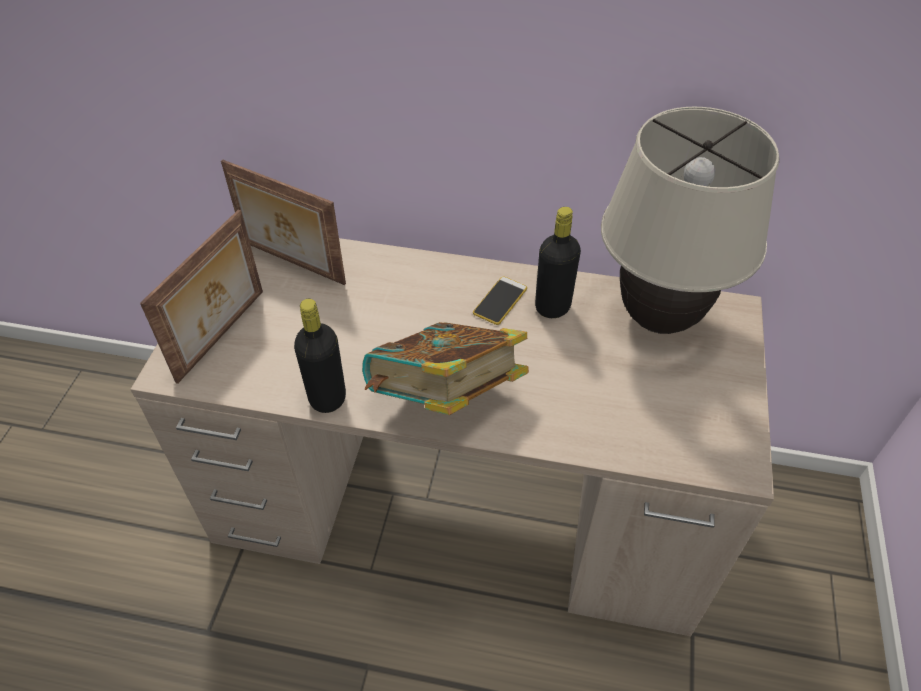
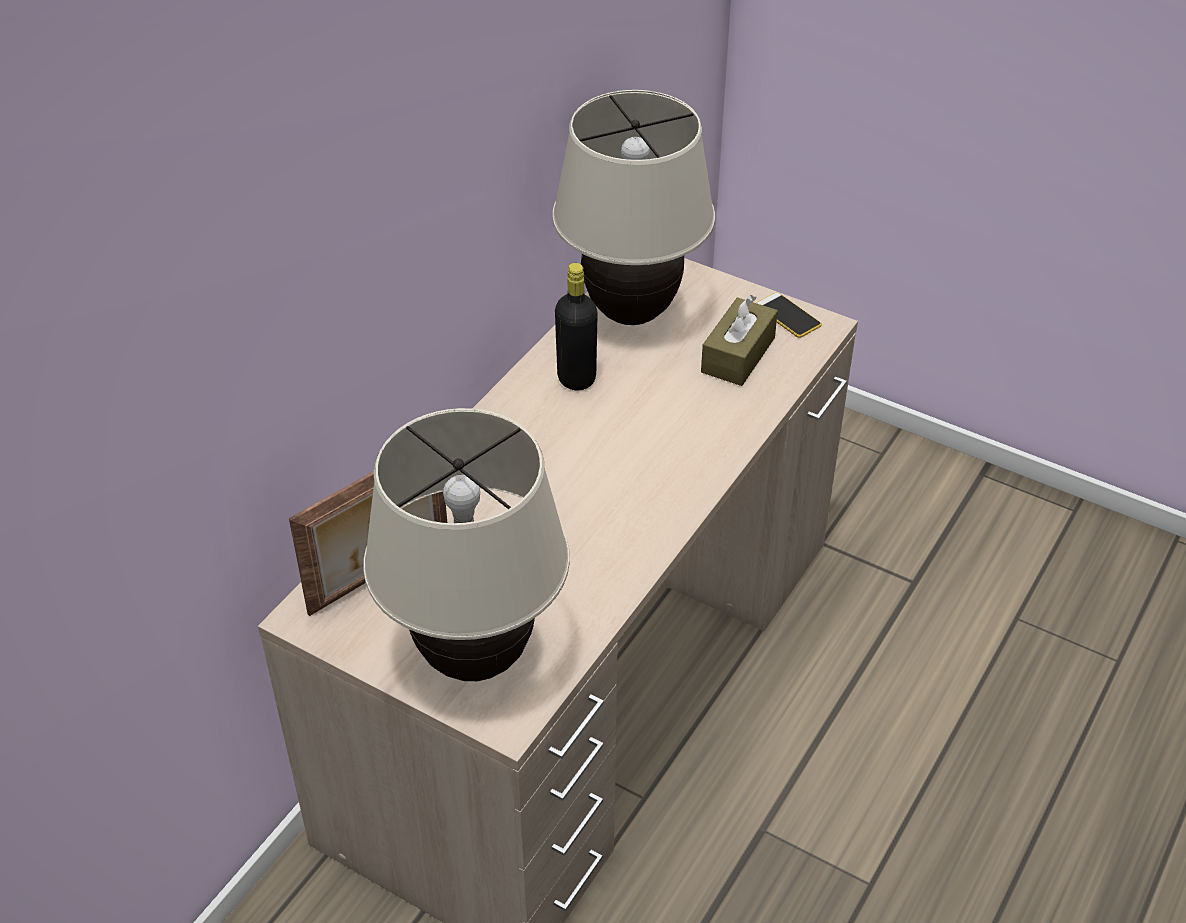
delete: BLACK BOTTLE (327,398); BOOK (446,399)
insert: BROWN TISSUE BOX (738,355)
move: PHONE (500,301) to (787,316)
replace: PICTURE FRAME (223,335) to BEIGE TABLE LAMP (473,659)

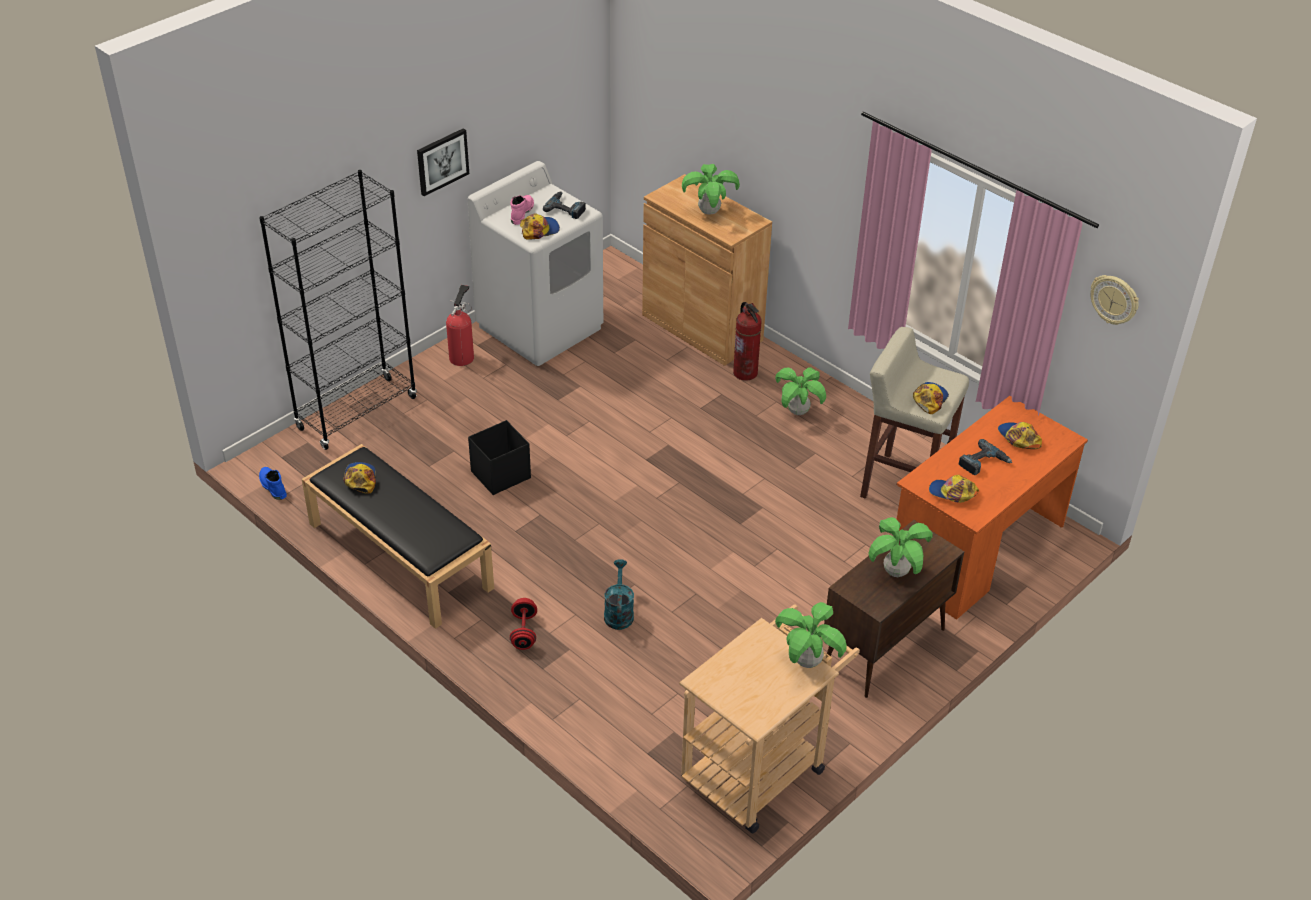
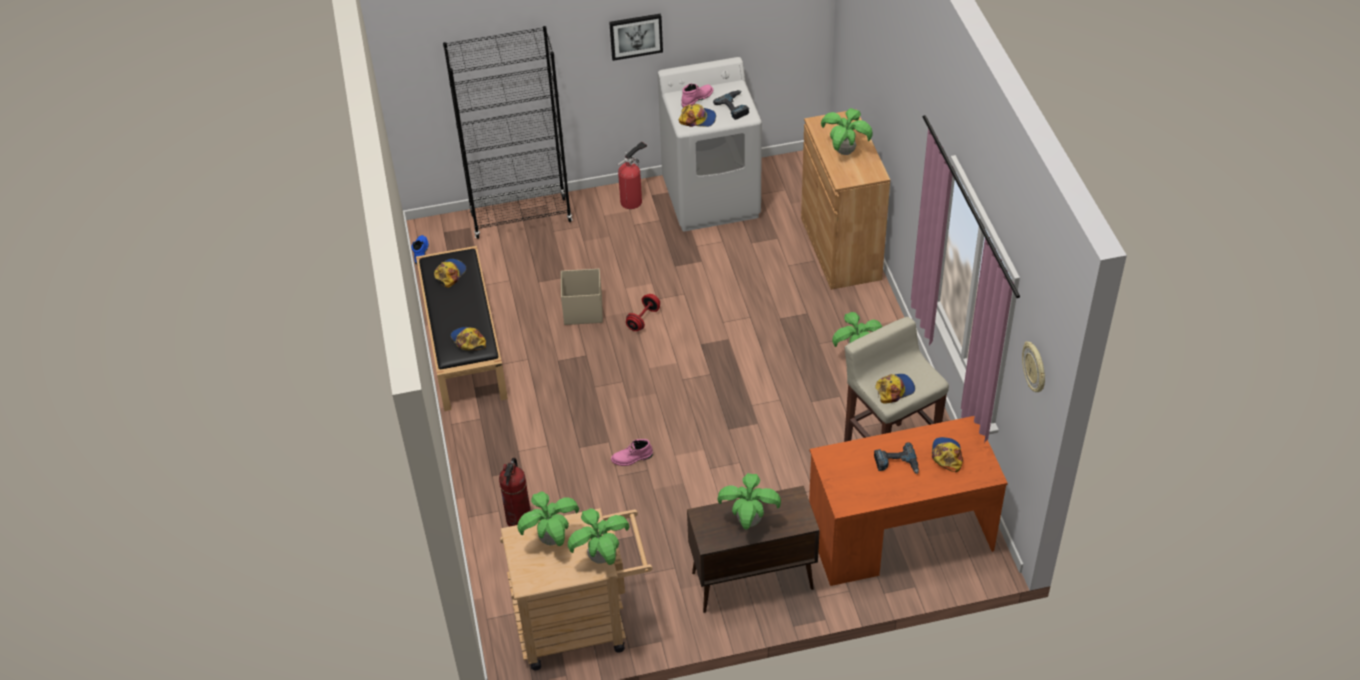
delete: TURQUOISE WATERING CAN (618,612)
insert: PINK BOOT (632,458); POTTED PLANT (551,539)
move: FIRE EXTINGUISHER (745,373) to (519,519); CAP (952,493) to (468,341); RED DUMBBELL (524,632) to (643,319)
recolor: BLACK STORAGE BOX (500,475) to BEIGE STORAGE BOX (582,311)

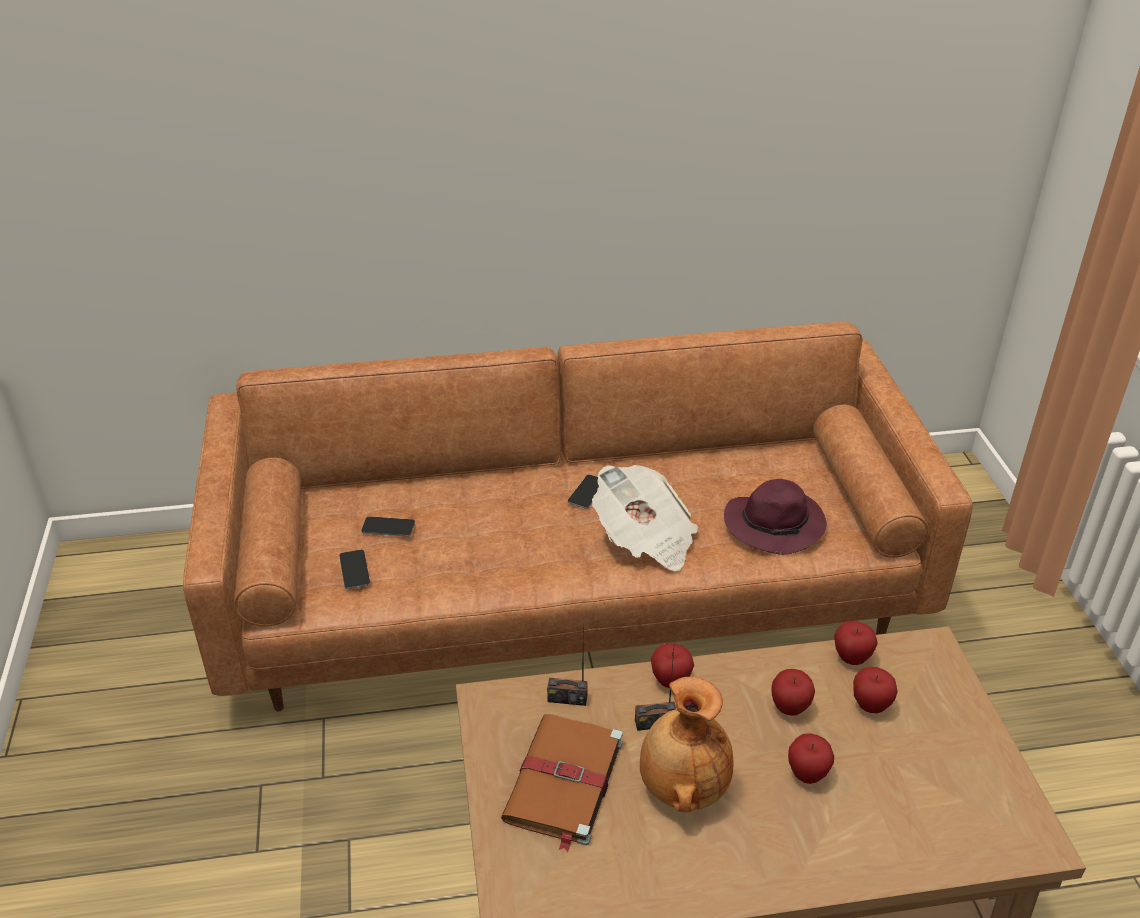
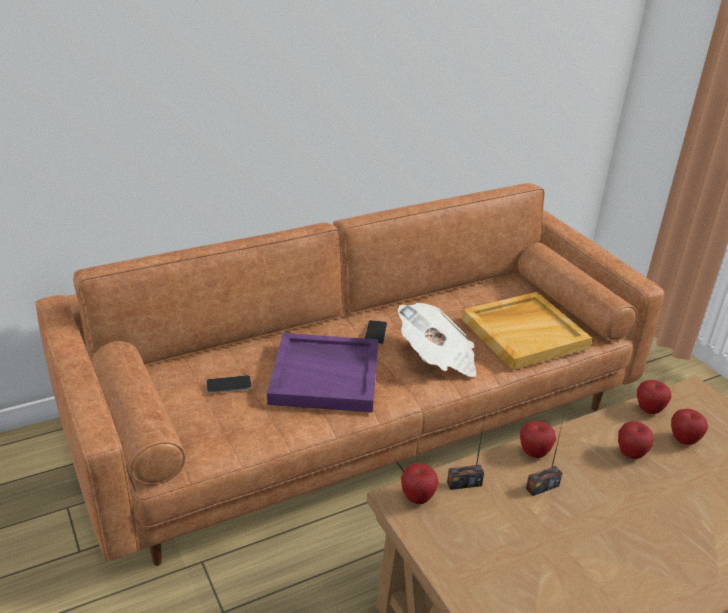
delete: PHONE (354,569); BROWN VASE (682,786); BROWN BOOK (563,783)
insert: PURPLE TRAY (326,375)
move: APPLE (807,774) to (417,498)
replace: PURPLE HAT (775,524) to BEIGE TRAY (524,333)

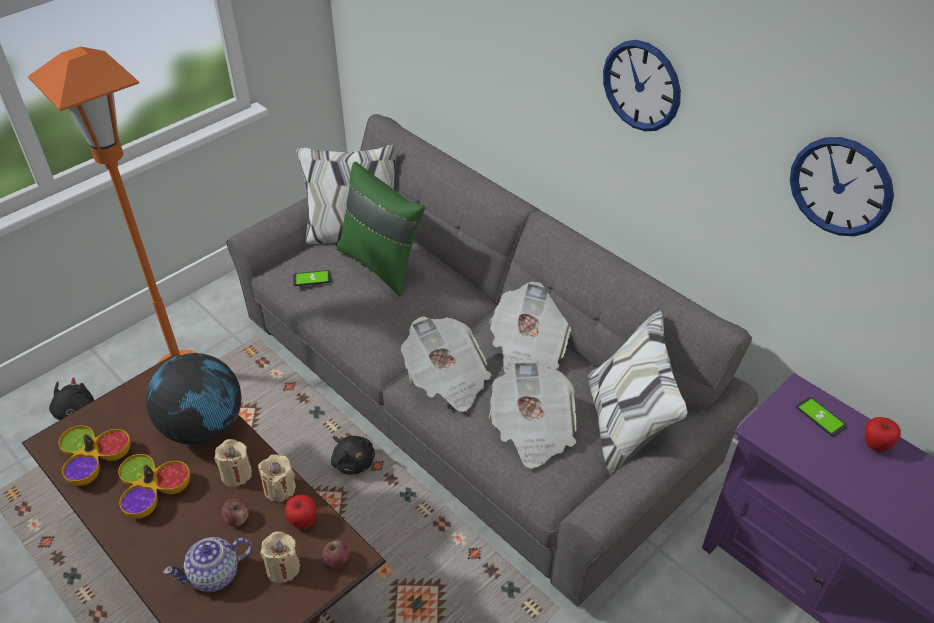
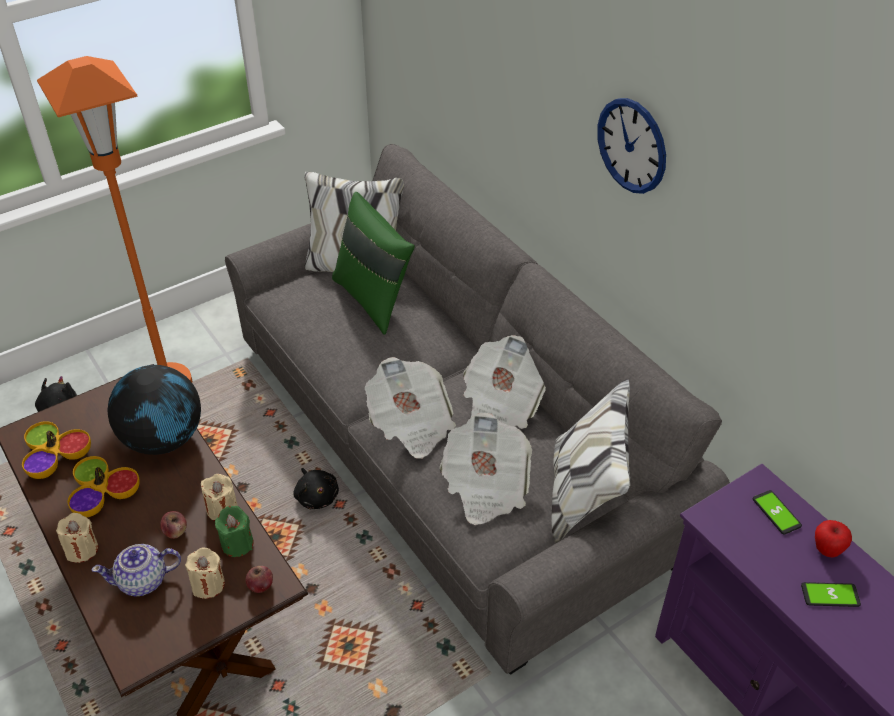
delete: WALL CLOCK (840,186)
move: PHONE (312,279) to (830,595); BEIGE CANDLE (236,474) to (82,549)
replace: APPLE (303,522) to GREEN CANDLE (237,544)

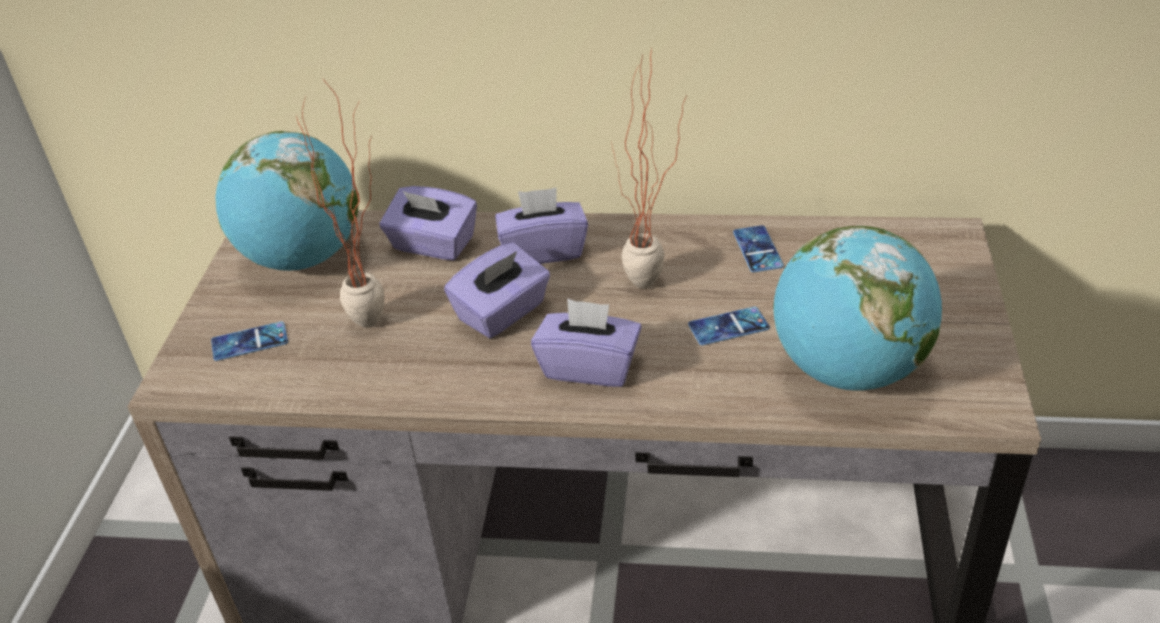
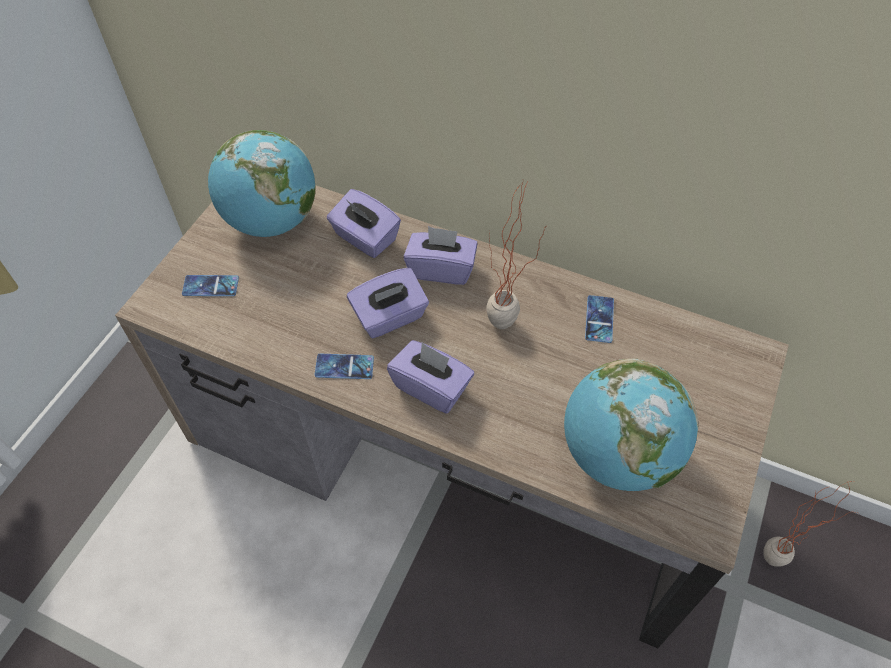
move: POTTED PLANT (381,317) to (779,557); PHONE (728,327) to (344,367)

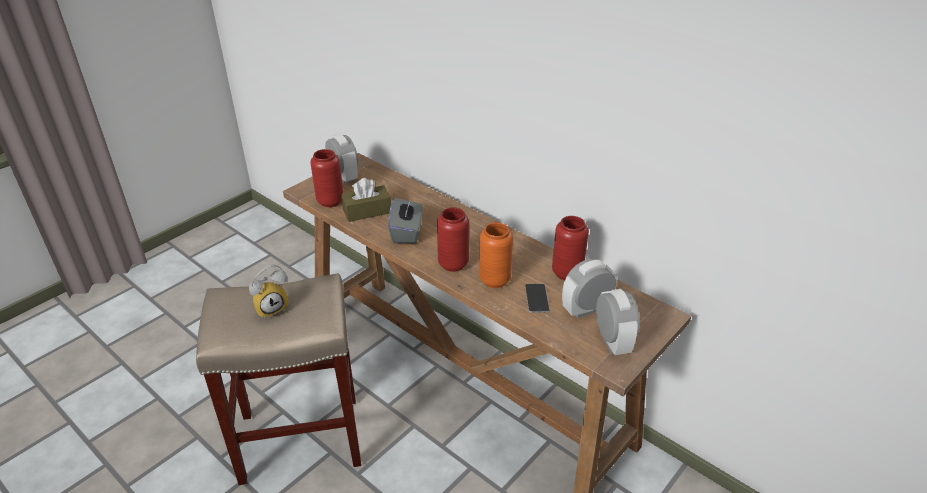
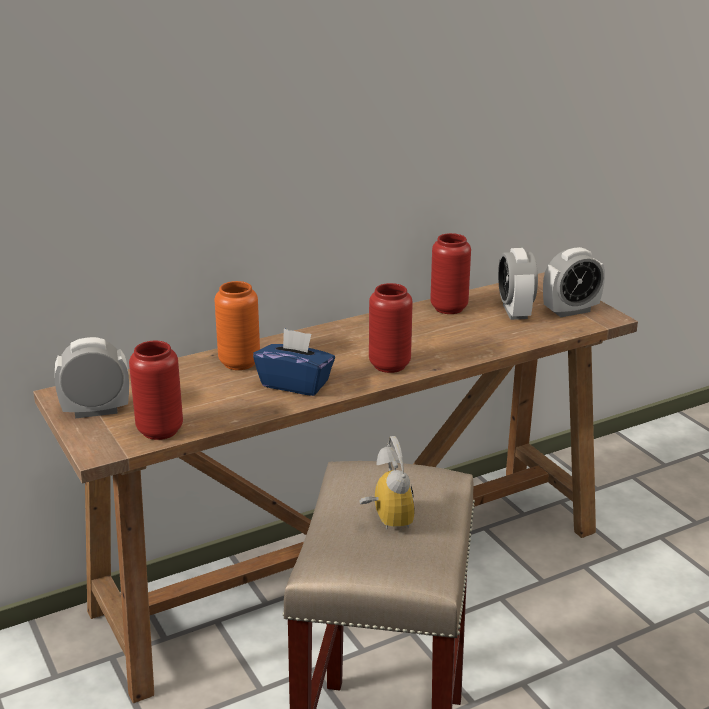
delete: BROWN TISSUE BOX (367,211); PHONE (537,298)
move: ORANGE VASE (494,280) to (239,363)
recolor: GREY TISSUE BOX (406,232) to BLUE TISSUE BOX (295,384)
rotate: ALARM CLOCK (612,341) = (570,311) 150 degrees clockwise

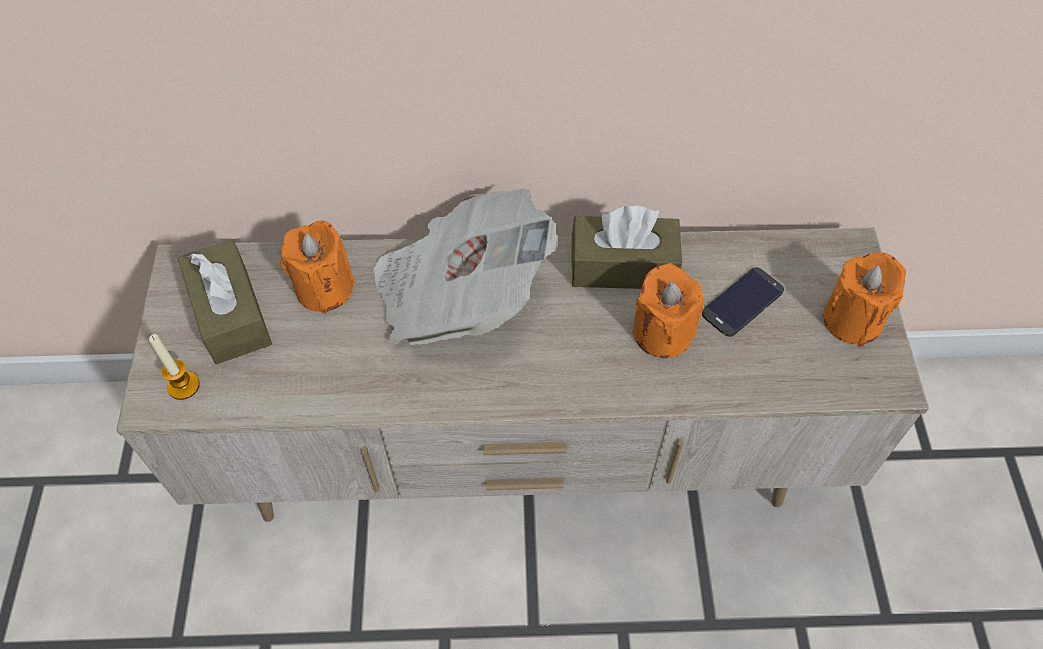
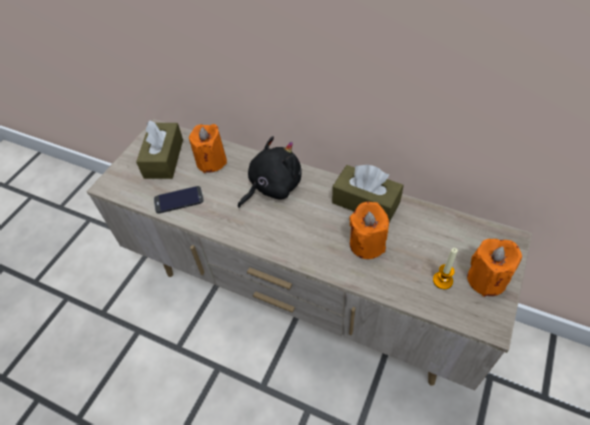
move: PHONE (742,302) to (178,200); CANDLE (183,386) to (442,280)
replace: NEWSPAPER (459,294) to BLACK PLUSH TOY (272,186)

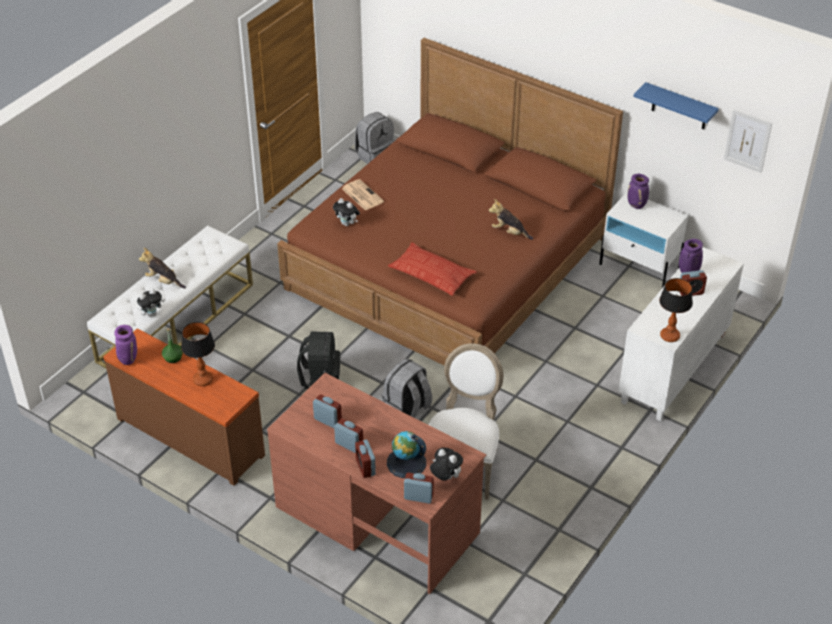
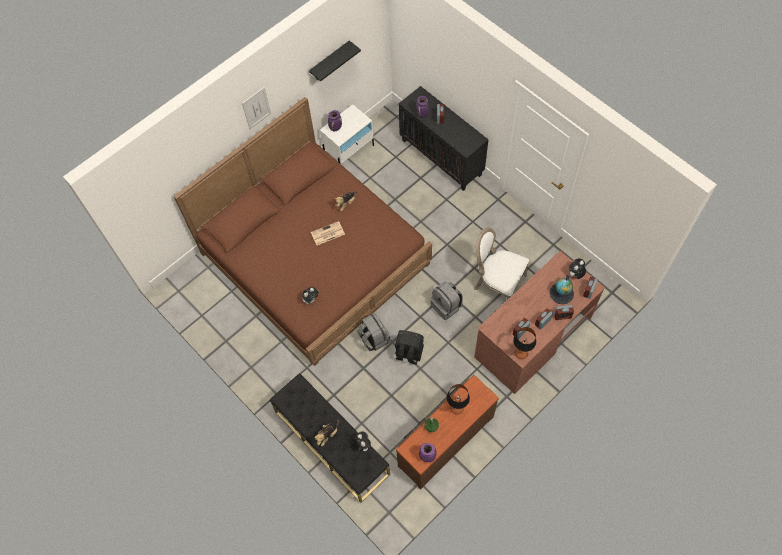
delete: PILLOW (431,274)
move: PICTURE (747,141) to (256,108); GREY BACKPACK (375,155) to (374,338); NEWSPAPER (362,195) to (327,234); TABLE LAMP (669,336) to (521,353)
recolor: BLUE SHELF (679,107) to BLACK SHELF (330,61); WHITE BENCH (176,322) to BLACK BENCH (331,442); WHITE CABINET (674,369) to BLACK CABINET (442,157)

